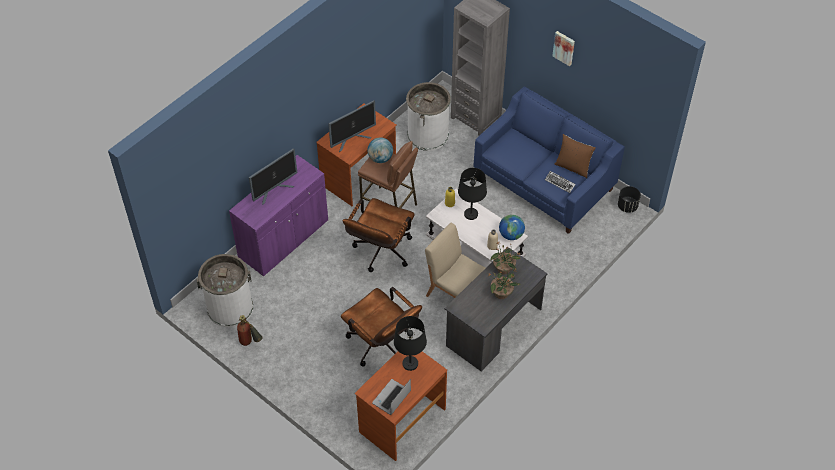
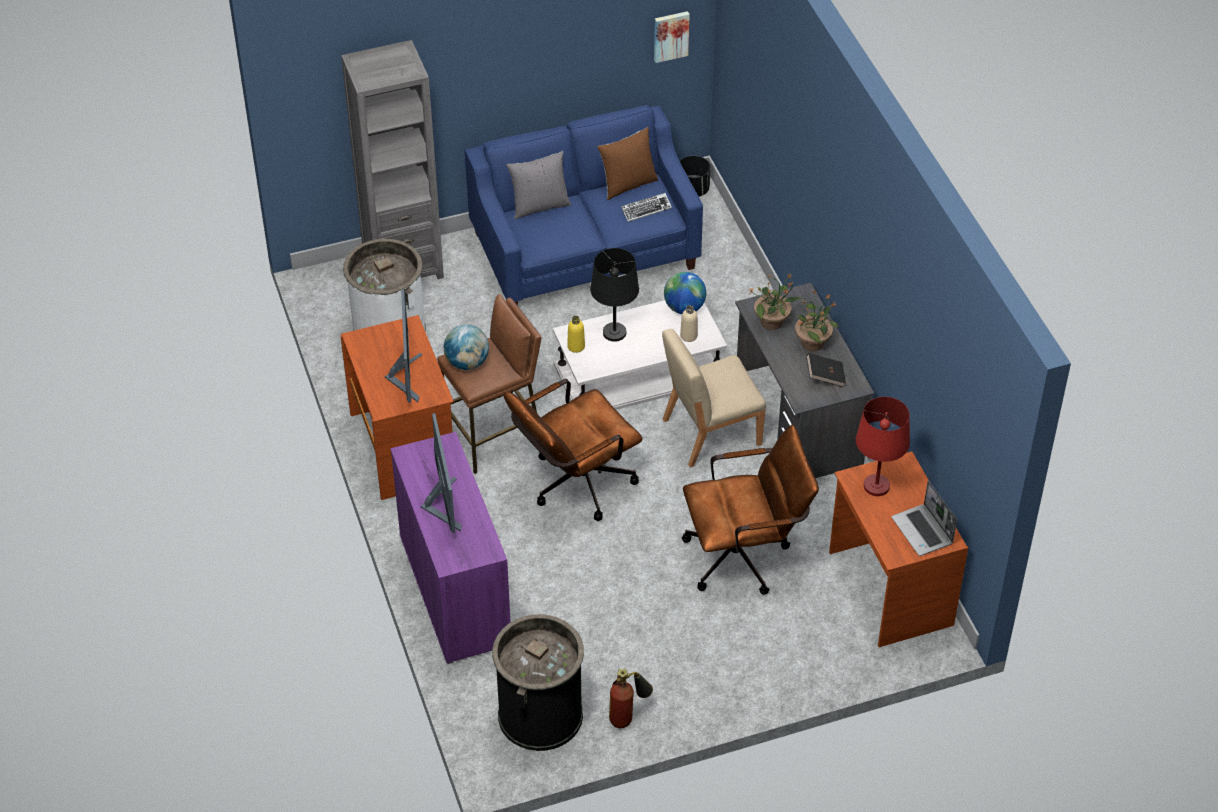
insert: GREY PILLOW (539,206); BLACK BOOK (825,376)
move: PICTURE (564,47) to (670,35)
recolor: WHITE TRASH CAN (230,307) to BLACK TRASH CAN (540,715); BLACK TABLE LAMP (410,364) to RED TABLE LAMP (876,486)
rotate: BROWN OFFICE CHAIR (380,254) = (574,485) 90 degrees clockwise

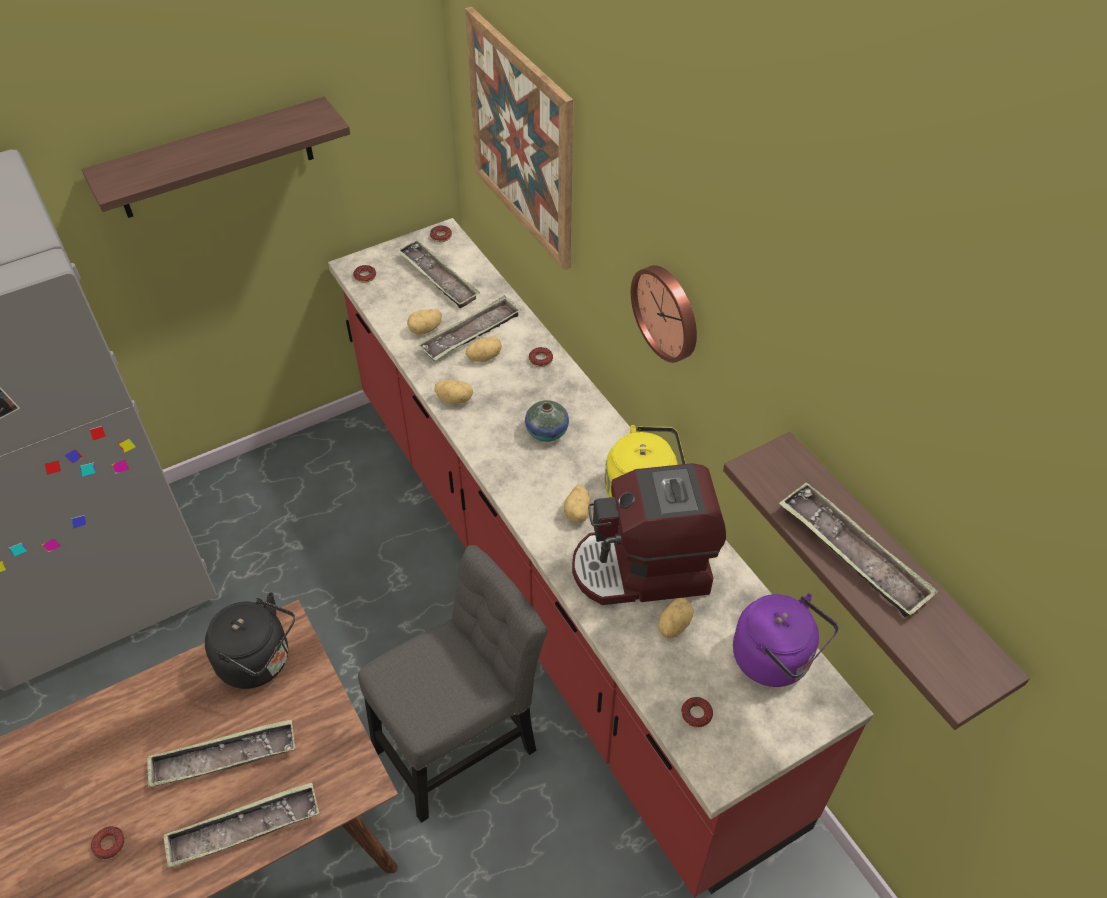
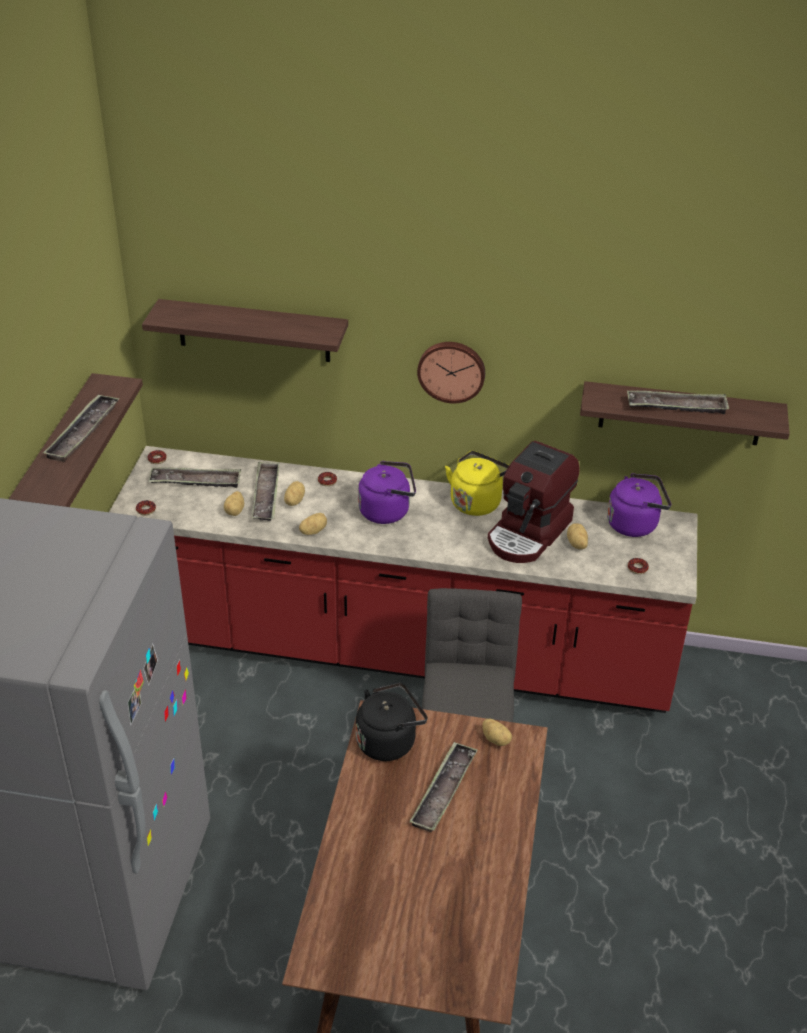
delete: DONUT (109,844)
move: POTATO (578,512) to (496,739); TRAY (244,829) to (83,432)
replace: PICTURE (522,139) to SHELF (253,331); VASE (547,431) to PURPLE KETTLE (387,511)

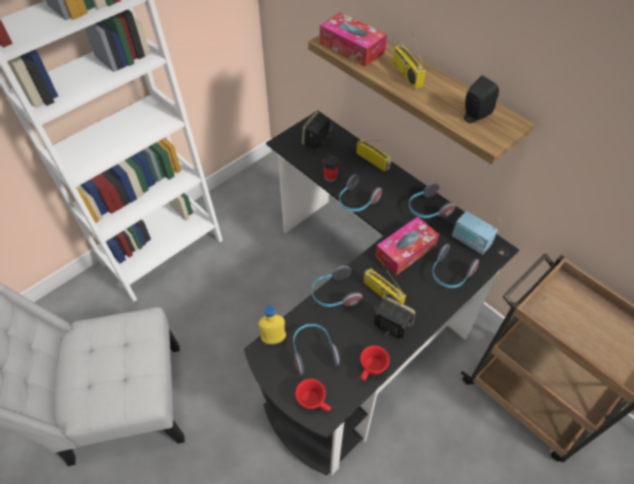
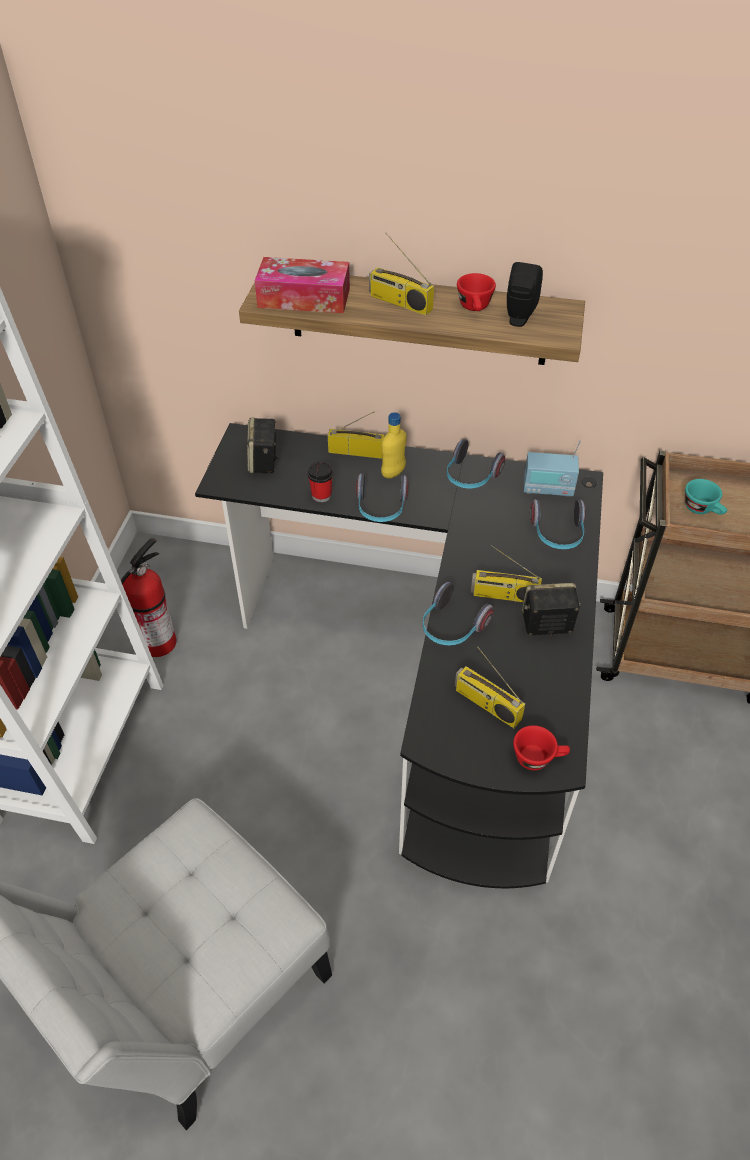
delete: TISSUE BOX (405,251)
insert: TURQUOISE CUP (702,509); FIRE EXTINGUISHER (159,641)
move: YELLOW BOTTLE (273,339) to (393,473); RED CUP (371,370) to (475,308)
replace: HEADPHONES (313,351) to RADIO (486,704)

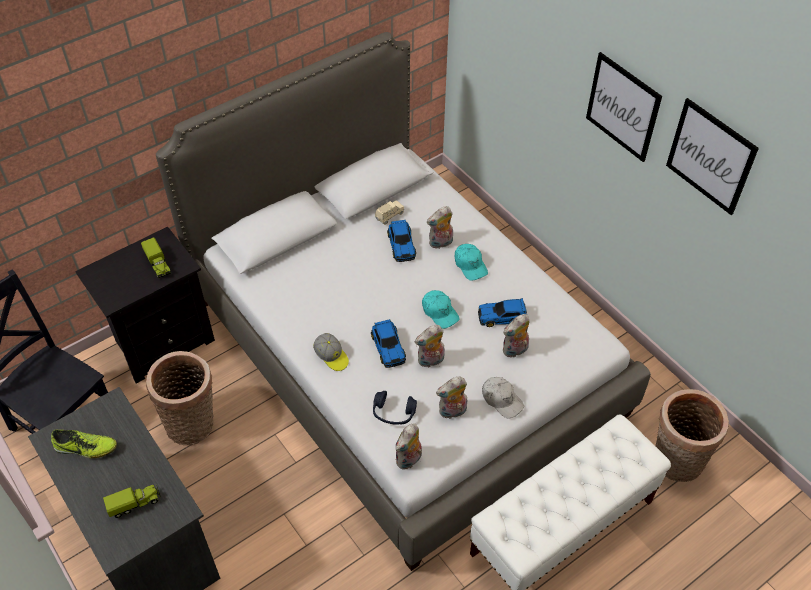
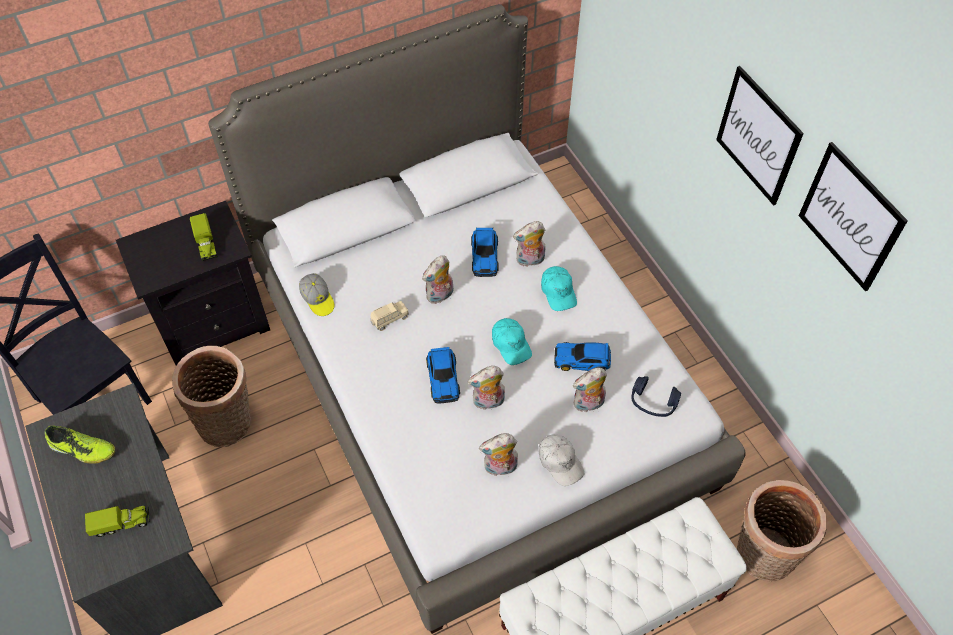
move: BEIGE TOY CAR (389,216) to (389,319); CAP (331,356) to (318,299); BLUE HEADPHONES (393,413) to (653,402); PLUSH TOY (409,460) to (440,296)

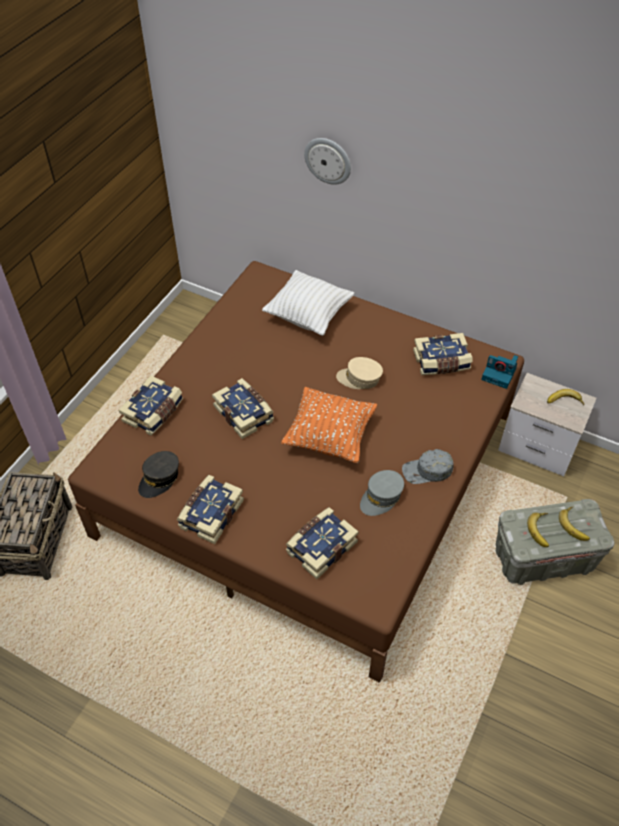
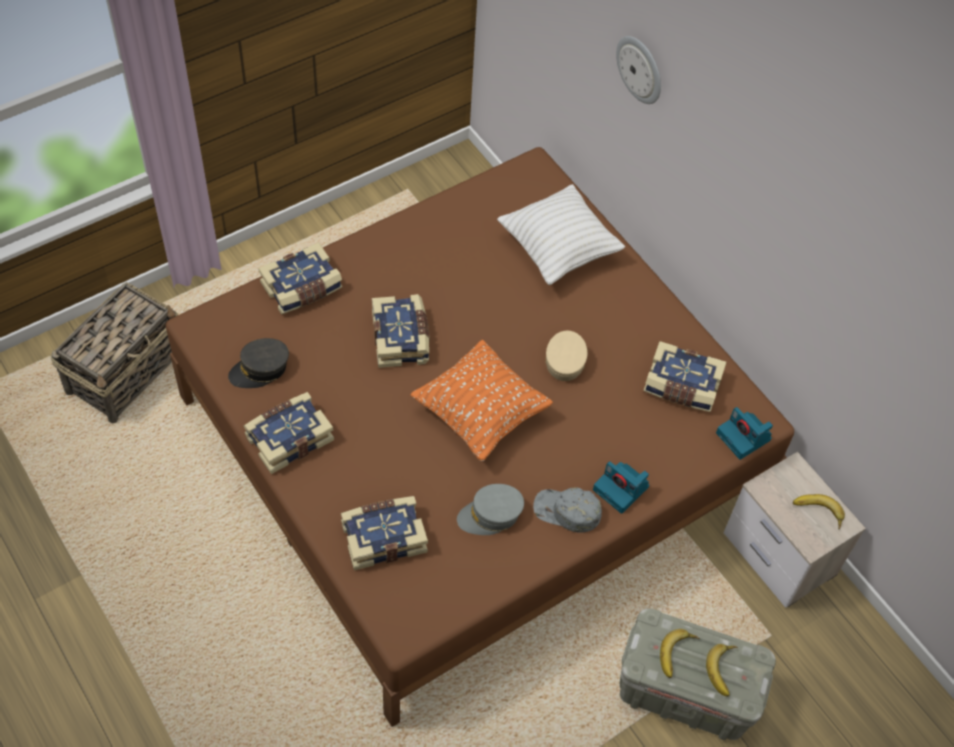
insert: PHOTO CAMERA (622,489)
rotate: BEIGE CAP (359,378) = (565,359) 60 degrees clockwise

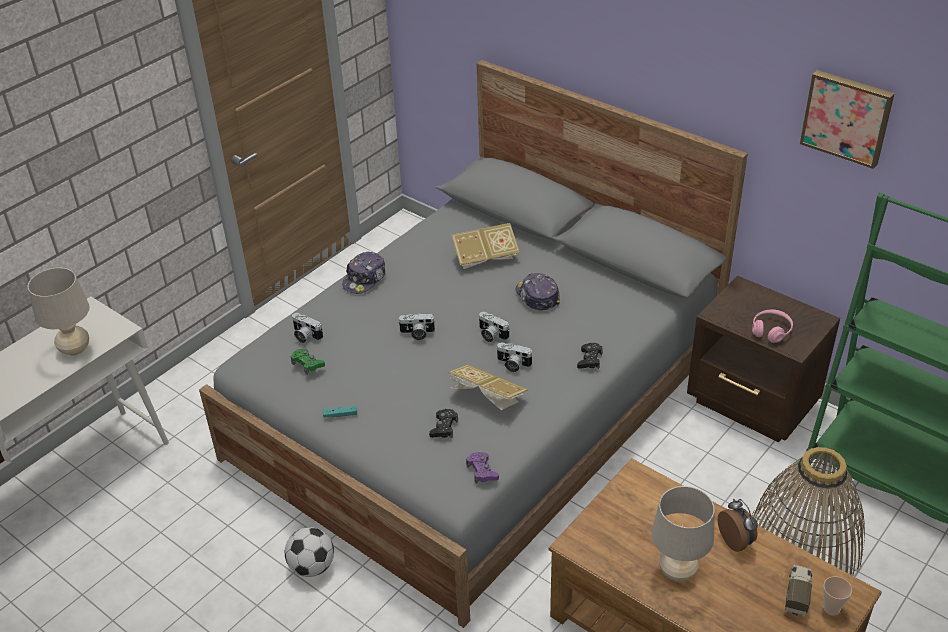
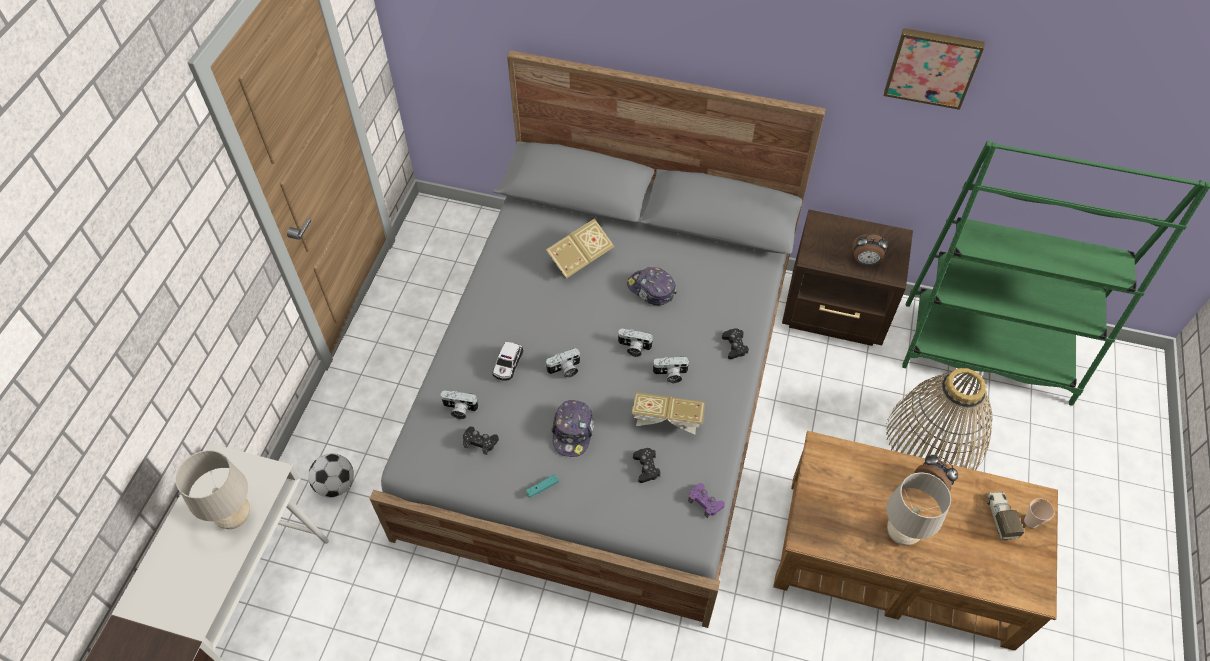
insert: TOY CAR (507,364)
move: CAP (365,279) to (573,432); FOOTBALL (312,566) to (336,484)
replace: PINK HEADPHONES (771,331) to ALARM CLOCK (865,262)
recolor: GREEN GAME CONTROLLER (308,364) to BLACK GAME CONTROLLER (480,442)

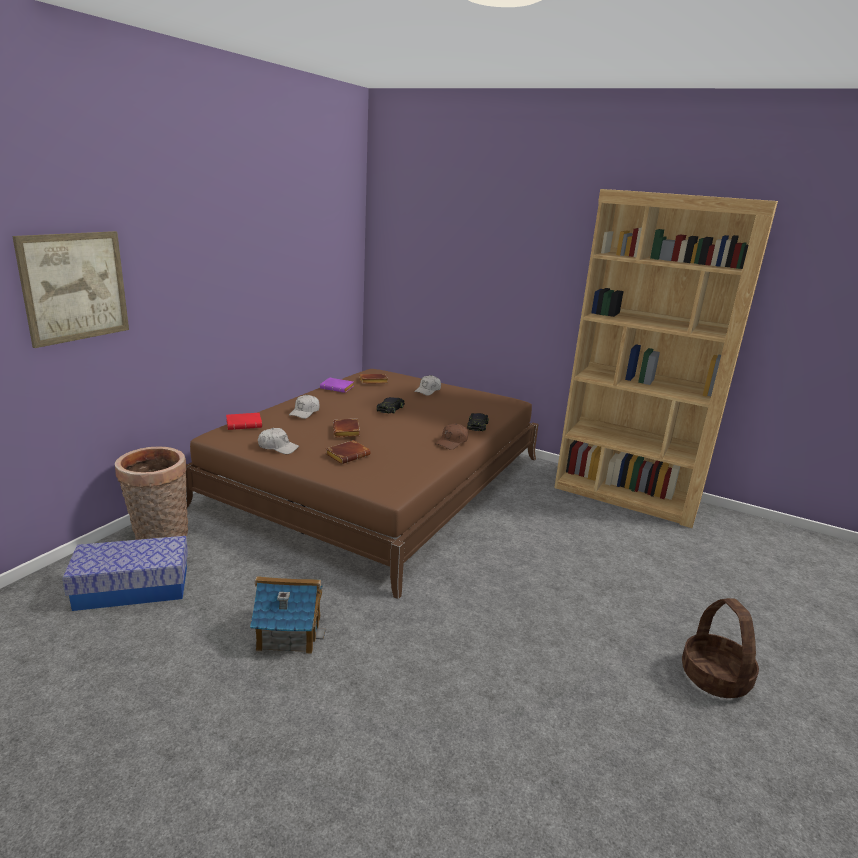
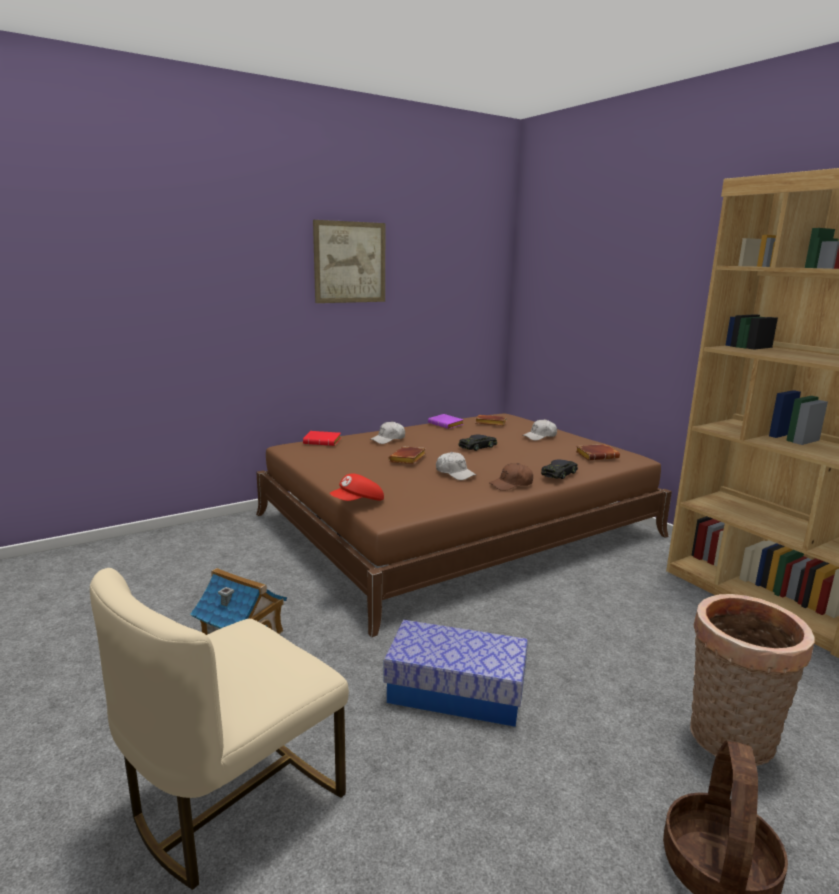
insert: RED CAP (358,503); BEIGE CHAIR (233,799)
move: PICTURE (75,287) to (350,262); WHITE CAP (278,447) to (455,473); BROWN BOOK (348,455) to (597,455); BASKET (159,537) to (729,741); STORAGE BOX (132,588) to (456,691)

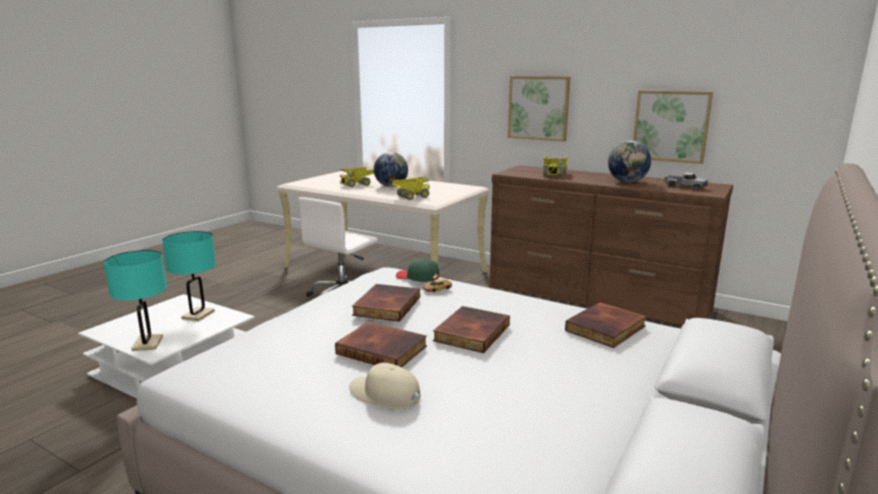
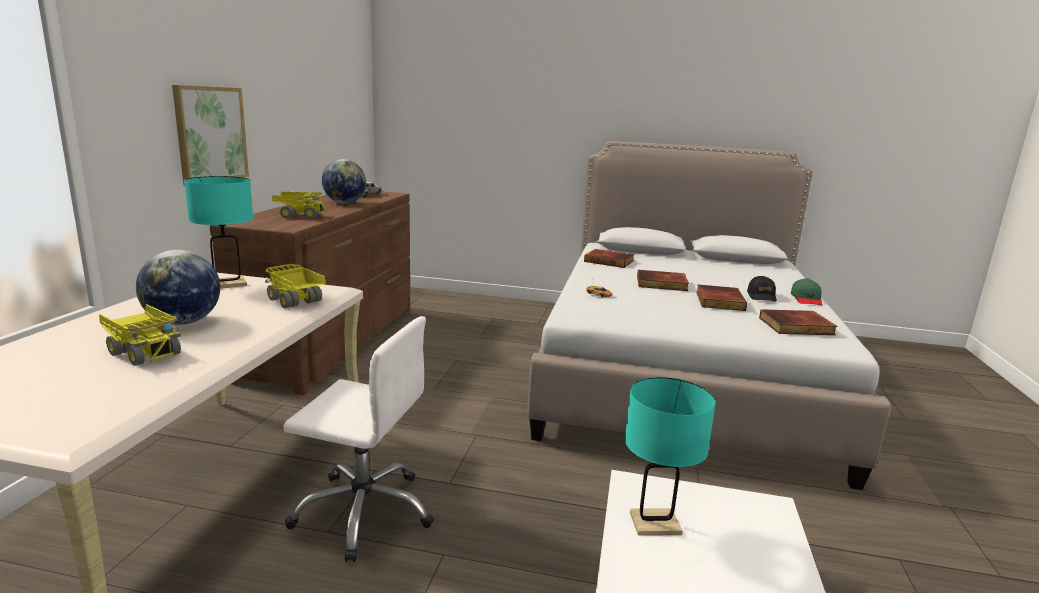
delete: PICTURE (671,126)
move: TURQUOISE TABLE LAMP (147,343) to (228,284); GREEN CAP (418,277) to (806,299); BOOK (386,306) to (796,326)
recolor: BEIGE CAP (384,395) to BLACK CAP (761,296)

